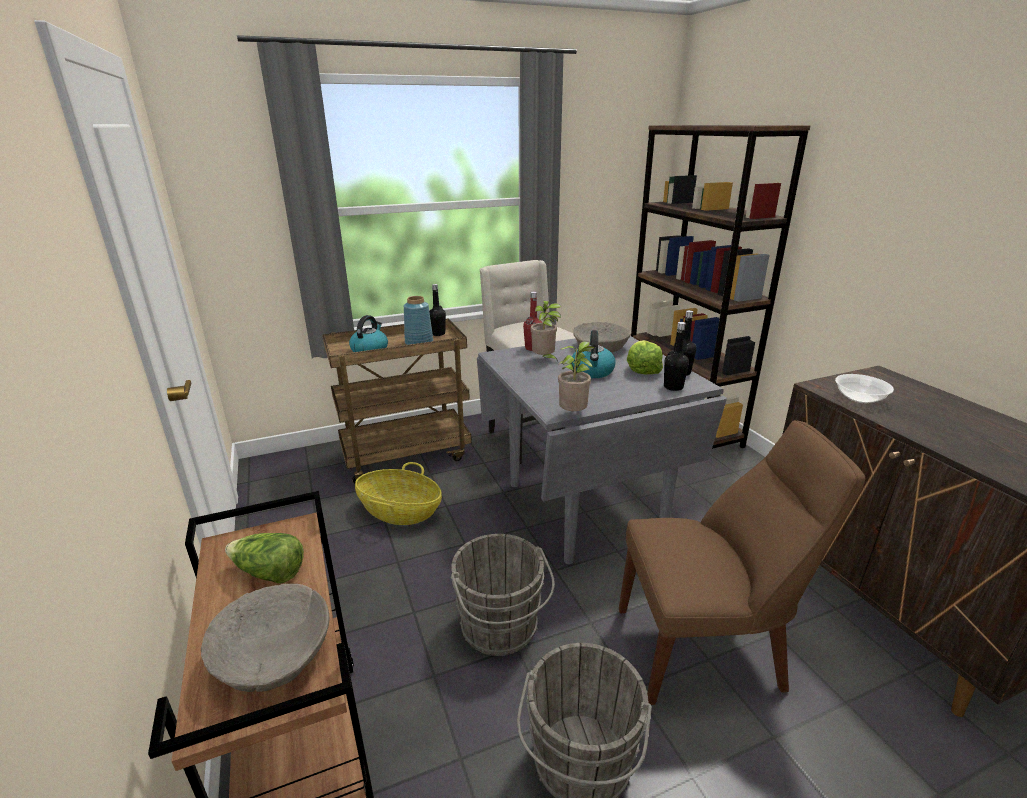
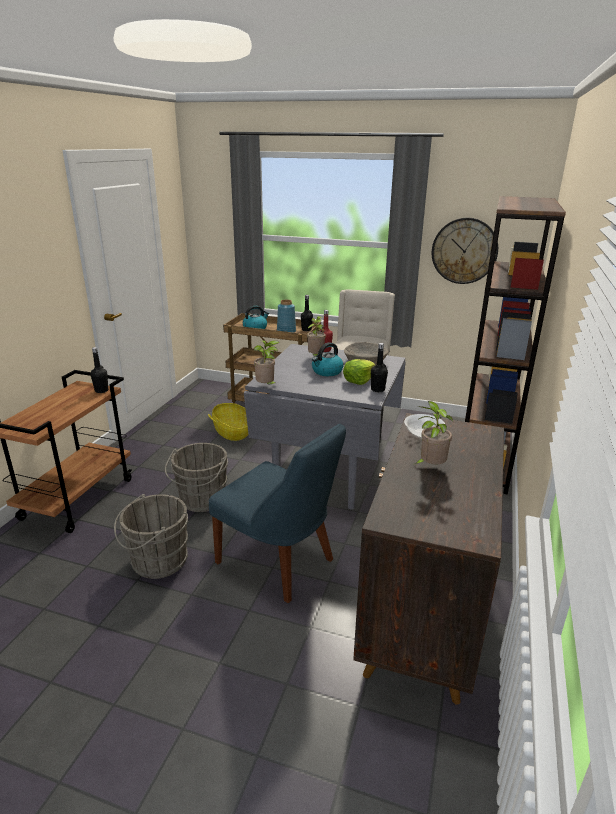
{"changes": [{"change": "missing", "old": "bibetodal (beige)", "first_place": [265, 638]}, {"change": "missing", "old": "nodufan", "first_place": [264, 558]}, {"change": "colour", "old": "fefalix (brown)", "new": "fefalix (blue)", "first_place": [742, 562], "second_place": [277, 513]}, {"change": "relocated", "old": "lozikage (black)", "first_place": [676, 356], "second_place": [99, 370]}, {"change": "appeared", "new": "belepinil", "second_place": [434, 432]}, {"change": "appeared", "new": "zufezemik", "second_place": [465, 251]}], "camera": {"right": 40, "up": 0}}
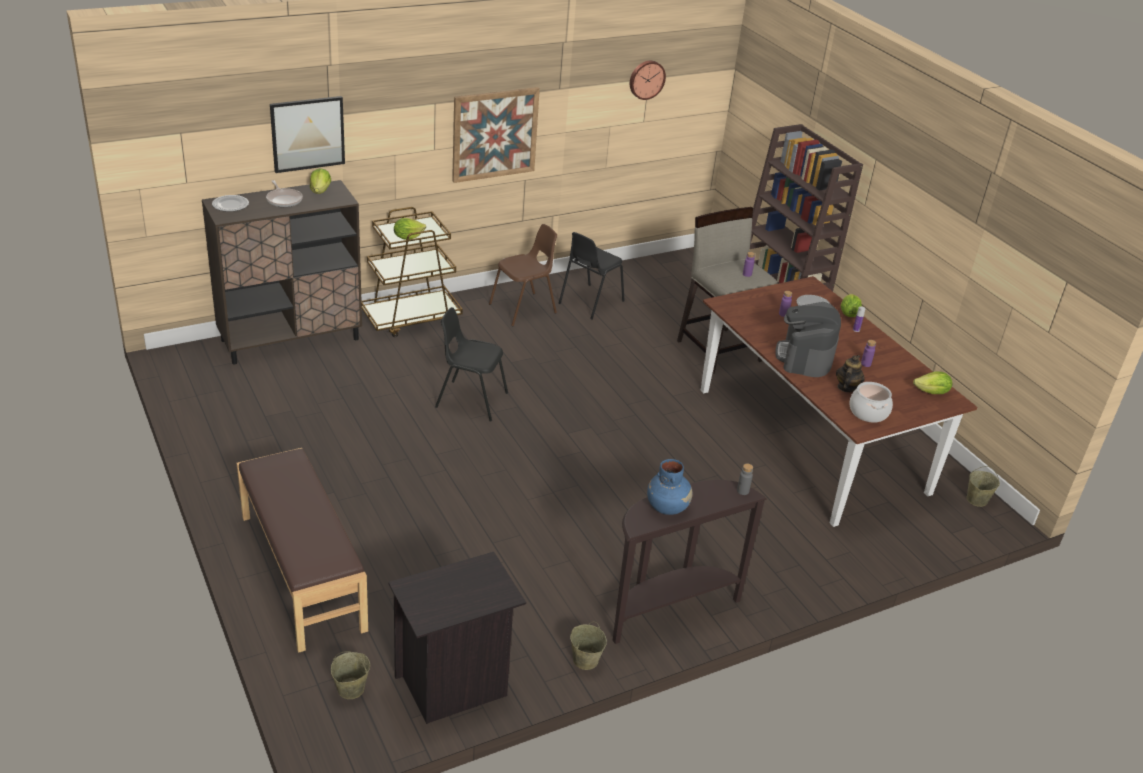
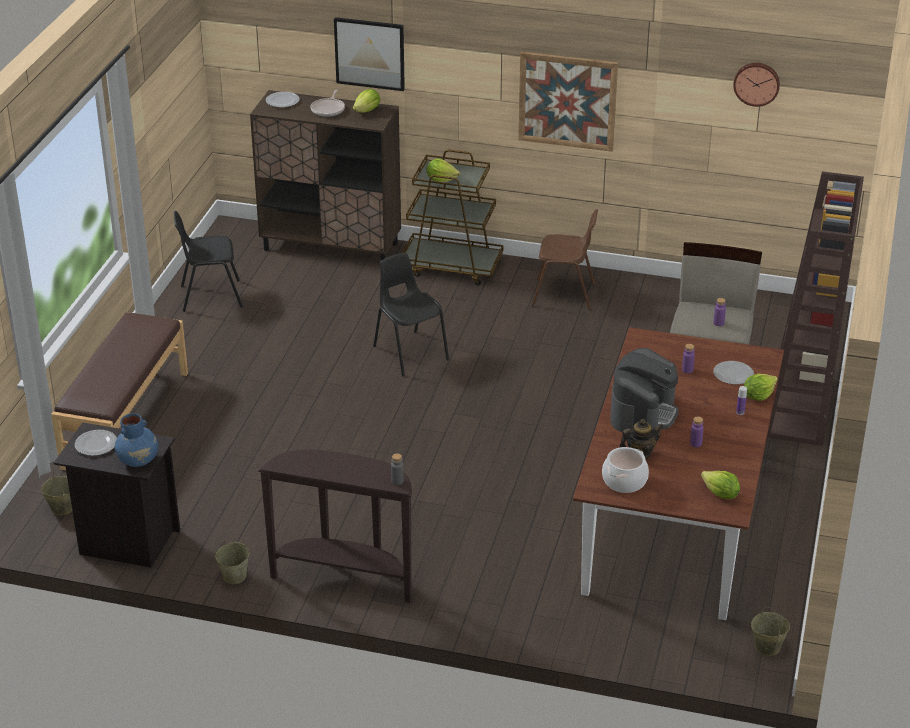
{"changes": [{"change": "relocated", "old": "fefalix (black)", "first_place": [592, 276], "second_place": [208, 261]}, {"change": "relocated", "old": "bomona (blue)", "first_place": [670, 487], "second_place": [136, 440]}, {"change": "spun", "old": "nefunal", "first_place": [808, 339], "second_place": [644, 390], "degrees": 150}, {"change": "appeared", "new": "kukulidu", "second_place": [96, 443]}], "camera": {"right": 45, "up": 0}}
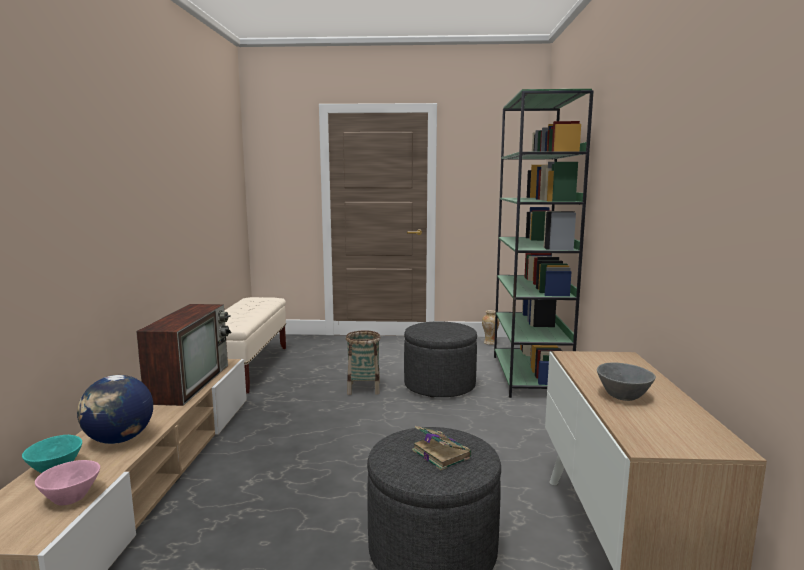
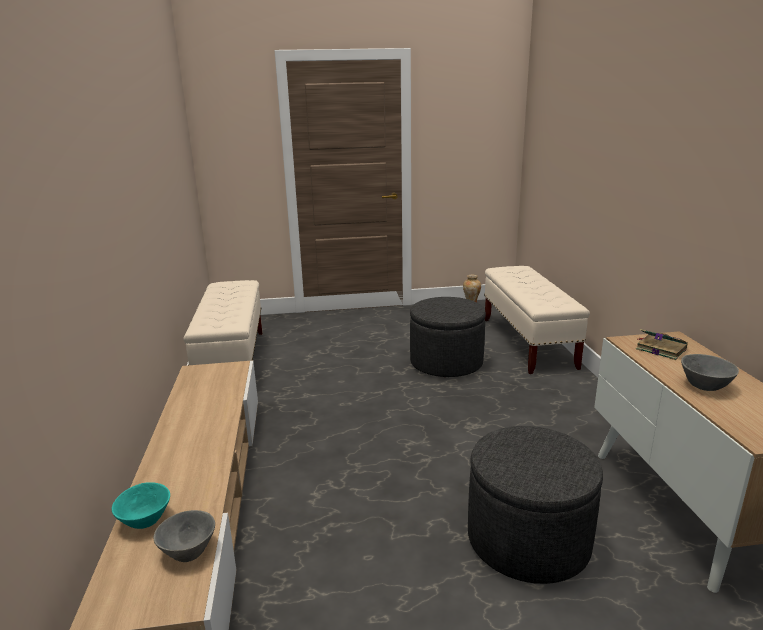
{"changes": [{"change": "colour", "old": "bibetodal (pink)", "new": "bibetodal (grey)", "first_place": [67, 483], "second_place": [184, 536]}, {"change": "missing", "old": "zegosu", "first_place": [115, 409]}, {"change": "missing", "old": "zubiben", "first_place": [183, 355]}, {"change": "missing", "old": "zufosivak", "first_place": [363, 362]}, {"change": "relocated", "old": "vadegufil", "first_place": [441, 448], "second_place": [662, 344]}, {"change": "exchanged", "old": "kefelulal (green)", "new": "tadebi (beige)", "first_place": [544, 243], "second_place": [537, 320]}], "camera": {"right": -10, "up": 10}}
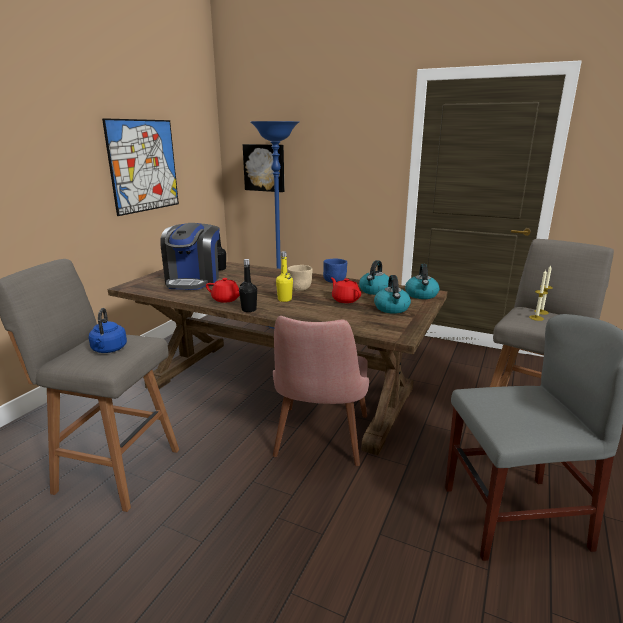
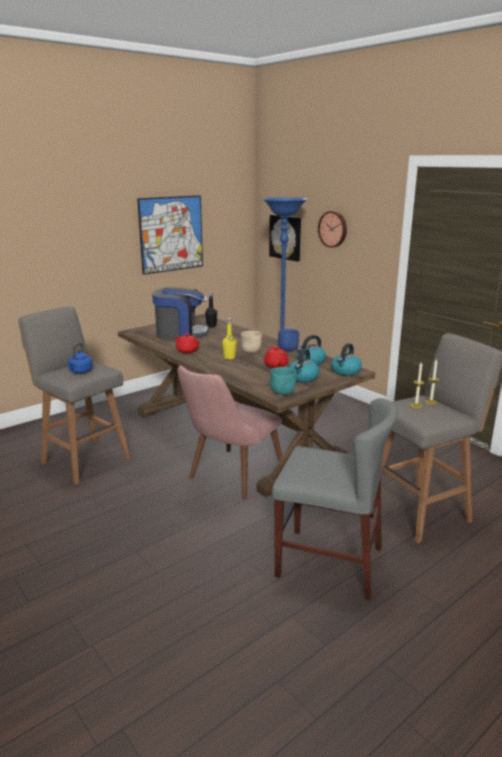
{"changes": [{"change": "spun", "old": "nefunal", "first_place": [189, 256], "second_place": [180, 313], "degrees": -120}, {"change": "missing", "old": "lozikage (black)", "first_place": [248, 285]}, {"change": "appeared", "new": "bibetodal (turquoise)", "second_place": [283, 381]}, {"change": "appeared", "new": "zufezemik", "second_place": [332, 229]}], "camera": {"right": 25, "up": 0}}
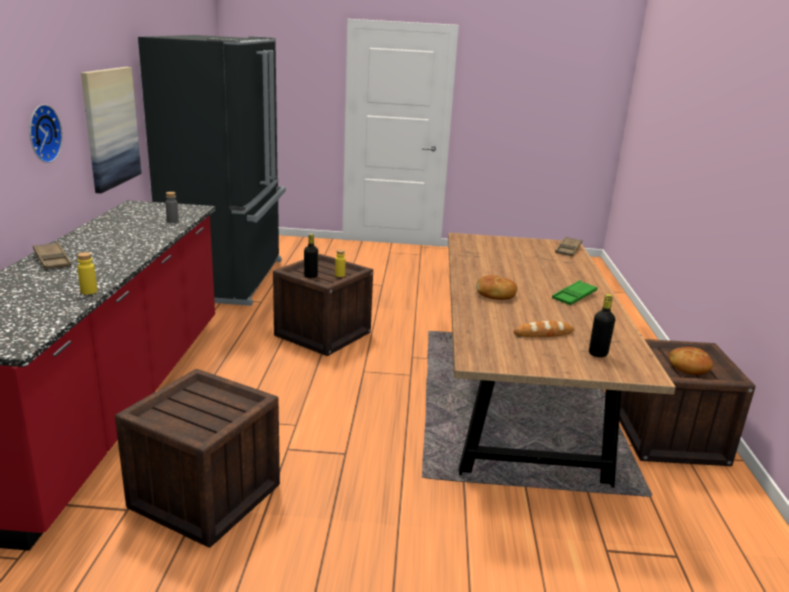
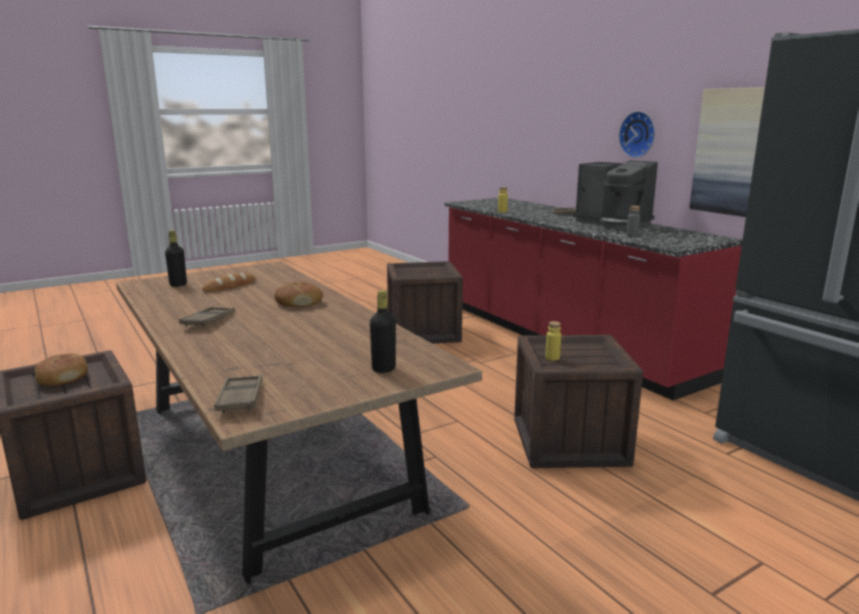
{"changes": [{"change": "relocated", "old": "lozikage (black)", "first_place": [311, 256], "second_place": [383, 331]}, {"change": "colour", "old": "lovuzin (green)", "new": "lovuzin (brown)", "first_place": [575, 292], "second_place": [207, 317]}, {"change": "appeared", "new": "nefunal", "second_place": [615, 194]}], "camera": {"right": 145, "up": -5}}
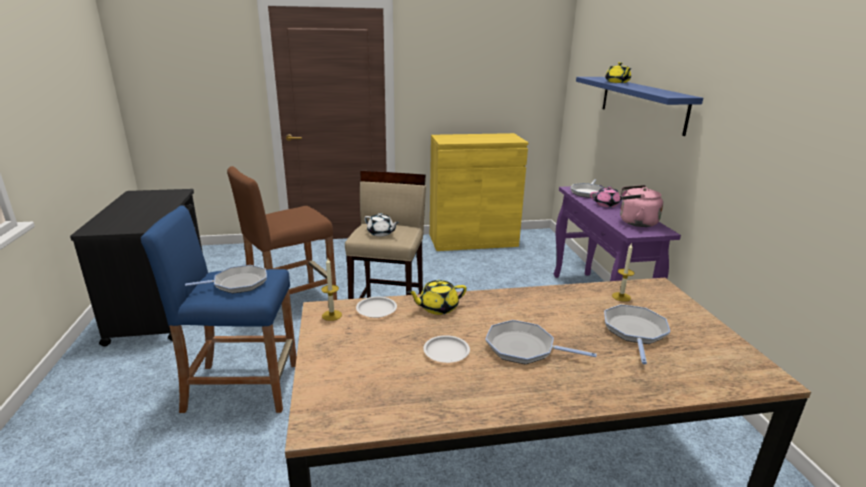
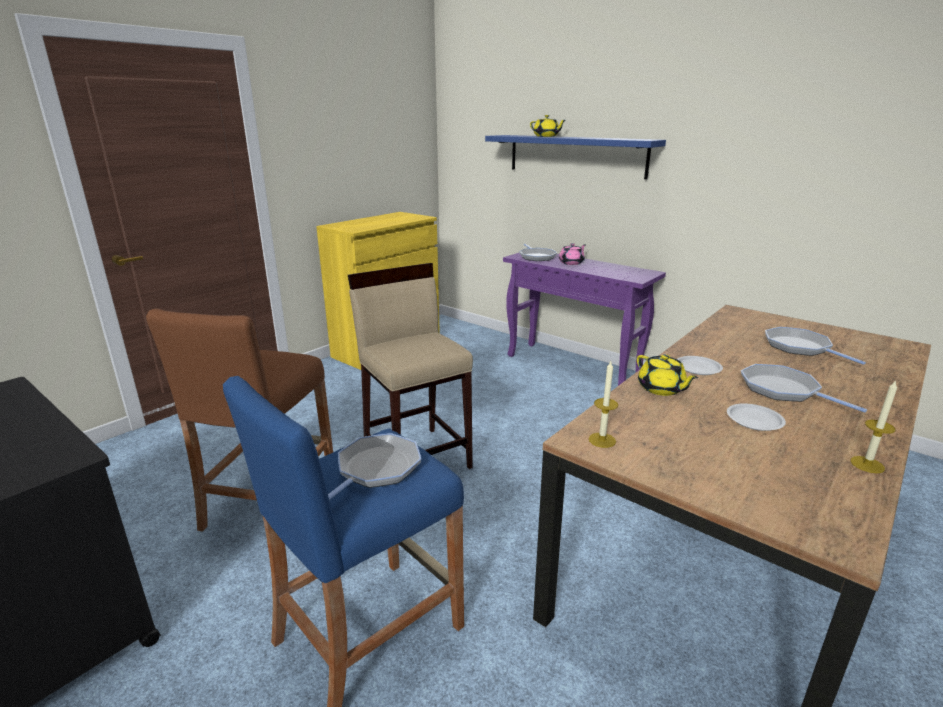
{"changes": [{"change": "relocated", "old": "kukulidu (white)", "first_place": [376, 307], "second_place": [700, 365]}, {"change": "missing", "old": "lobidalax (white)", "first_place": [381, 225]}, {"change": "spun", "old": "lobidalax (yellow)", "first_place": [437, 297], "second_place": [667, 375], "degrees": -60}, {"change": "spun", "old": "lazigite", "first_place": [541, 342], "second_place": [804, 388], "degrees": 75}, {"change": "relocated", "old": "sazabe", "first_place": [623, 273], "second_place": [873, 426]}, {"change": "missing", "old": "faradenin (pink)", "first_place": [641, 206]}], "camera": {"right": -40, "up": 0}}
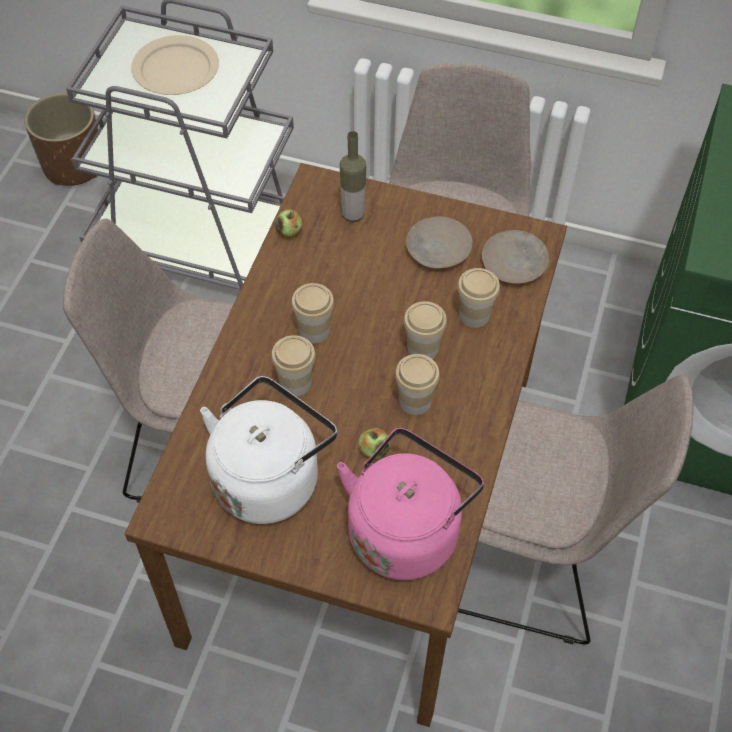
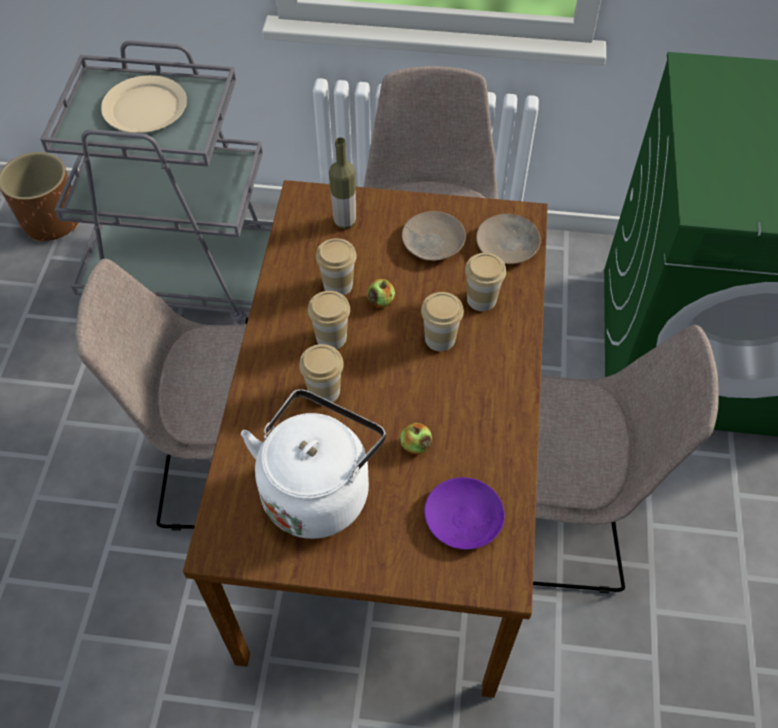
{"changes": [{"change": "relocated", "old": "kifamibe", "first_place": [288, 224], "second_place": [381, 293]}, {"change": "exchanged", "old": "faradenin (pink)", "new": "kukulidu (purple)", "first_place": [410, 504], "second_place": [464, 513]}, {"change": "relocated", "old": "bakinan", "first_place": [417, 384], "second_place": [336, 266]}], "camera": {"right": -10, "up": 0}}
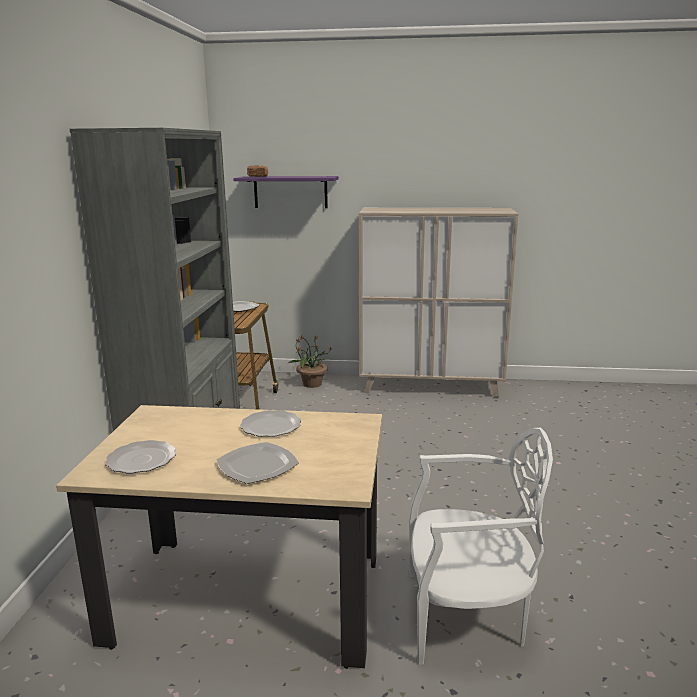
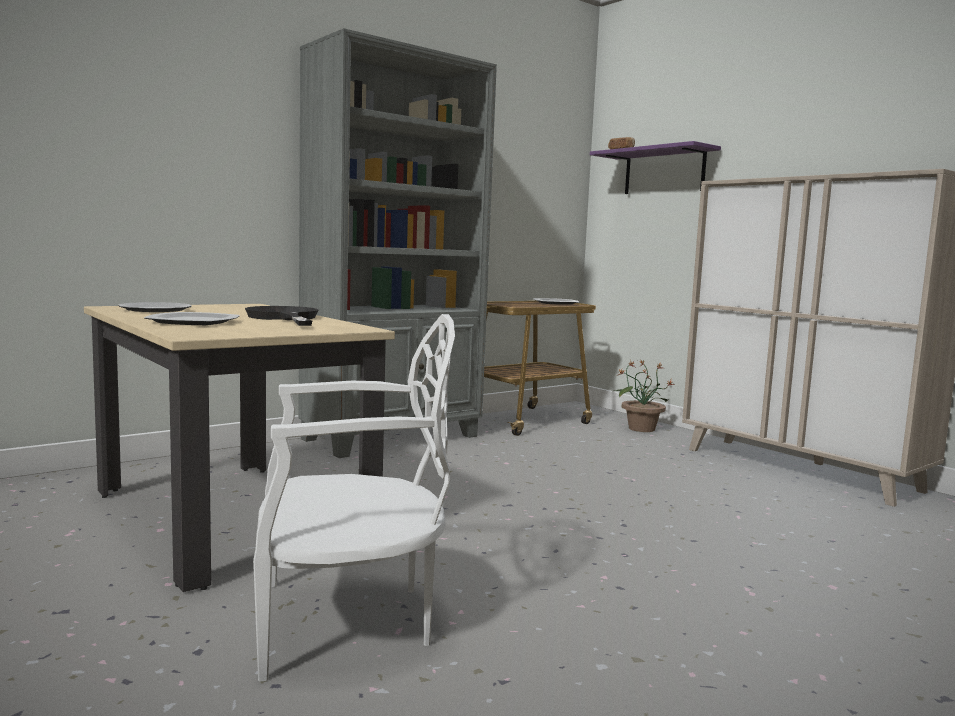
{"changes": [{"change": "exchanged", "old": "kukulidu", "new": "lazigite (black)", "first_place": [270, 423], "second_place": [281, 316]}, {"change": "spun", "old": "fefalix (white)", "first_place": [481, 546], "second_place": [354, 497], "degrees": -60}], "camera": {"right": 45, "up": -10}}
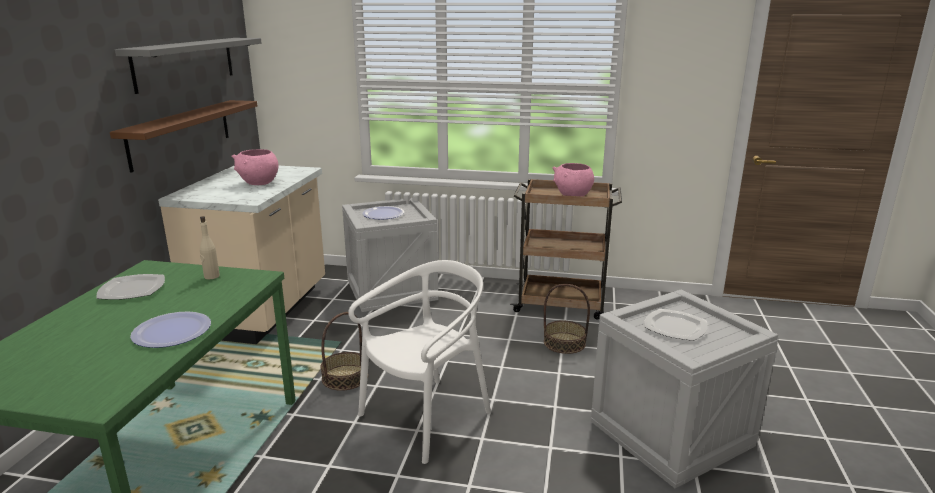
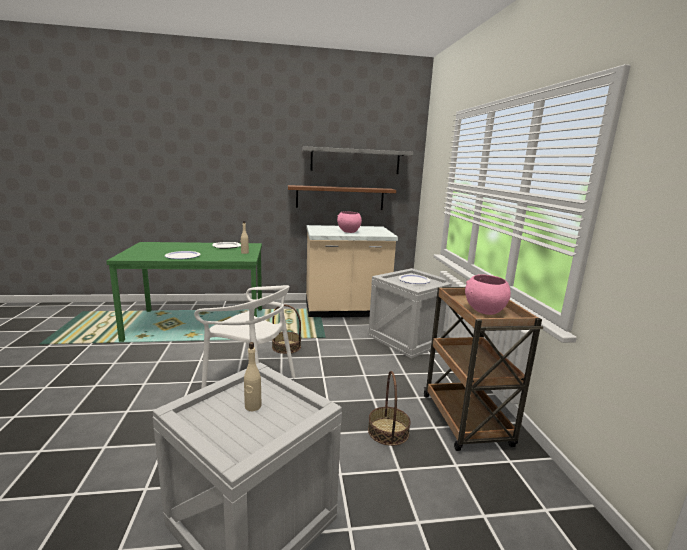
{"changes": [{"change": "exchanged", "old": "kukulidu", "new": "lozikage (beige)", "first_place": [676, 325], "second_place": [253, 376]}], "camera": {"right": 70, "up": -5}}
